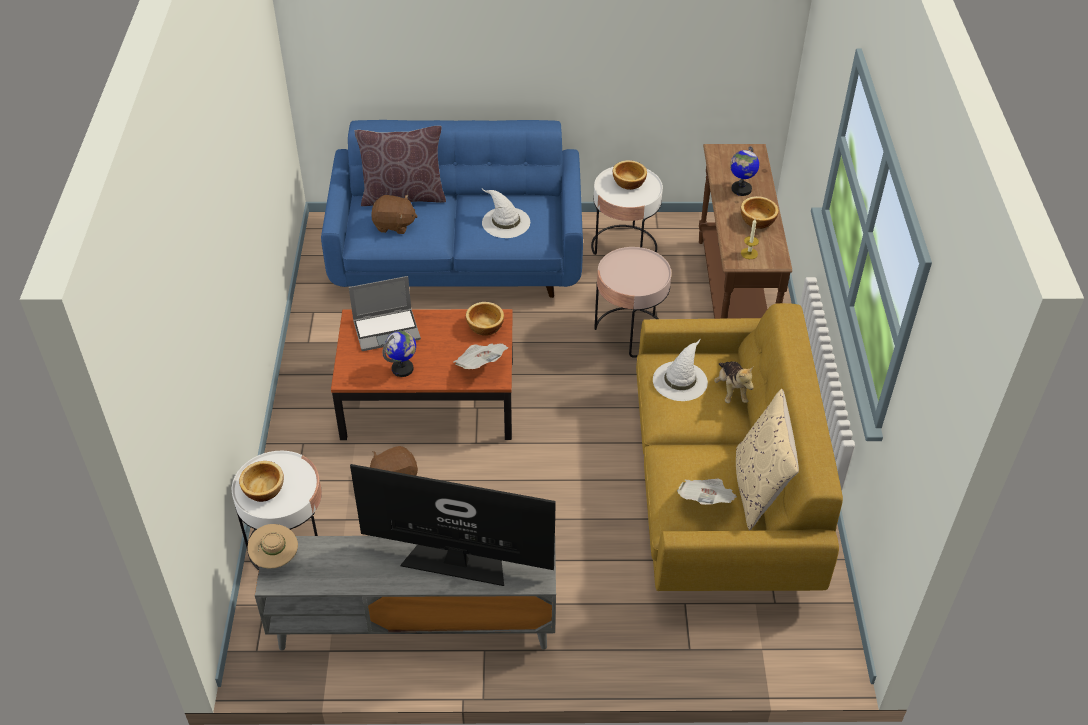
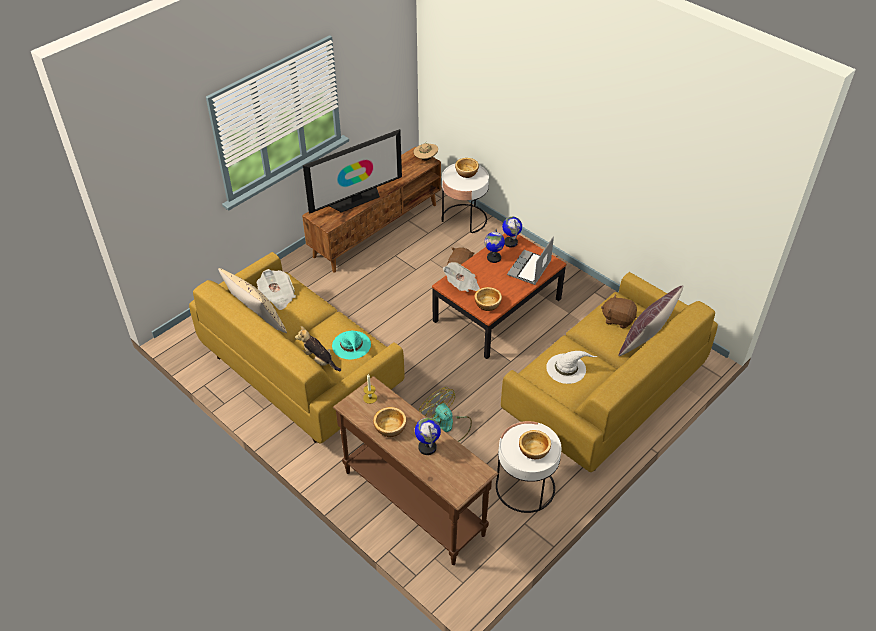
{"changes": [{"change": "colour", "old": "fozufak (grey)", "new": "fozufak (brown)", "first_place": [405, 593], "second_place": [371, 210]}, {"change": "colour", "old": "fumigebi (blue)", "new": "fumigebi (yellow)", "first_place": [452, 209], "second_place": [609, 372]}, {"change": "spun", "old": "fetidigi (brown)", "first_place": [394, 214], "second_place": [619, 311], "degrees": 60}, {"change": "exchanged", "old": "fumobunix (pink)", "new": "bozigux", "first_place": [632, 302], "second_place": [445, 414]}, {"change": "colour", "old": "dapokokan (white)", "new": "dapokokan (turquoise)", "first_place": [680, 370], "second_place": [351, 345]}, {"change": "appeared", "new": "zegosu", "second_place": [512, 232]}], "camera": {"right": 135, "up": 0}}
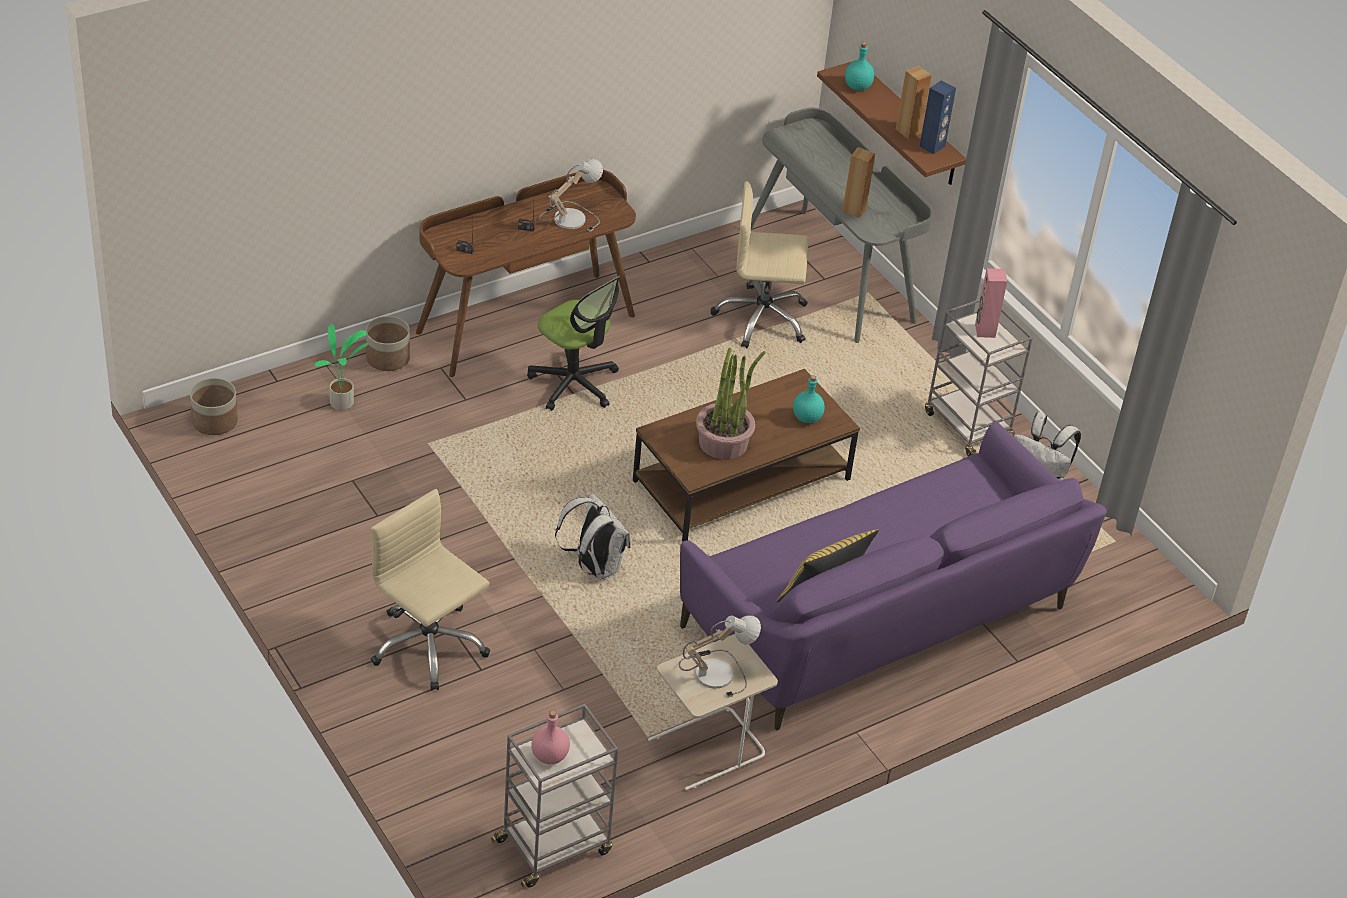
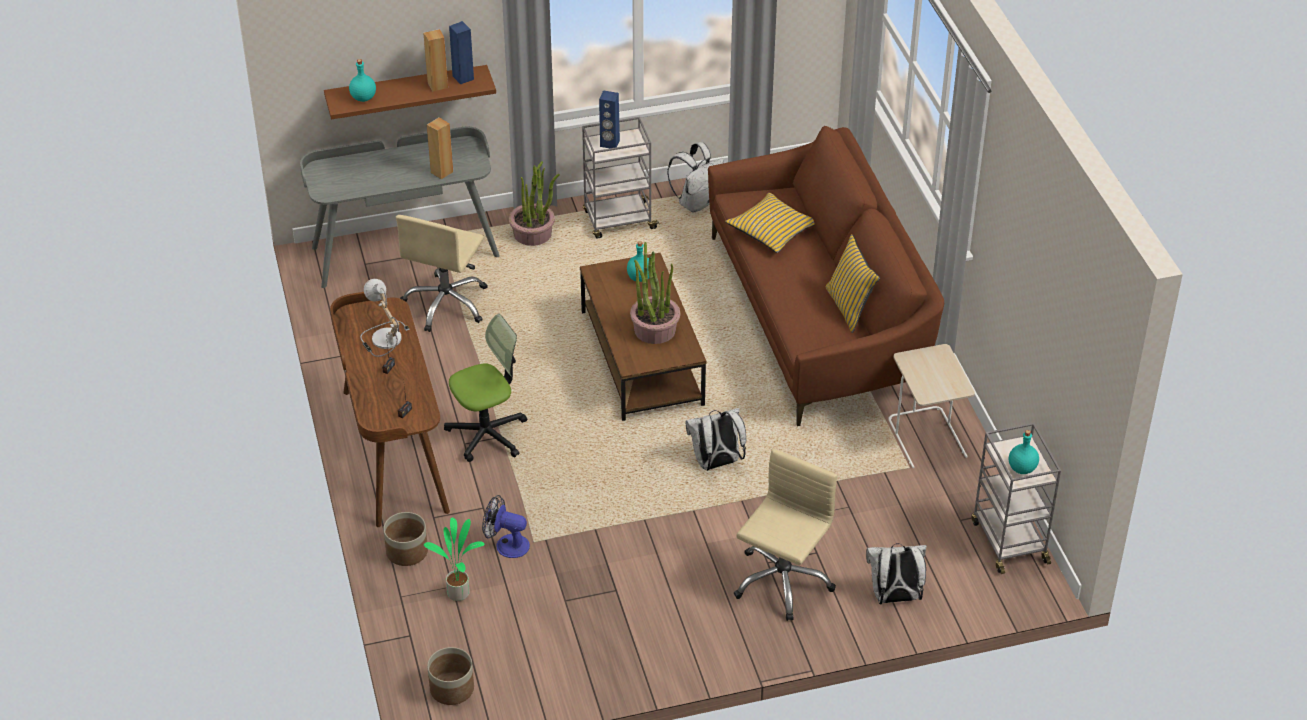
{"changes": [{"change": "spun", "old": "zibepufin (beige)", "first_place": [430, 590], "second_place": [785, 534], "degrees": 150}, {"change": "colour", "old": "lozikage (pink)", "new": "lozikage (turquoise)", "first_place": [550, 737], "second_place": [1024, 452]}, {"change": "missing", "old": "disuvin", "first_place": [720, 656]}, {"change": "colour", "old": "fumigebi (purple)", "new": "fumigebi (brown)", "first_place": [893, 576], "second_place": [826, 276]}, {"change": "colour", "old": "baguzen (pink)", "new": "baguzen (blue)", "first_place": [991, 303], "second_place": [609, 119]}, {"change": "appeared", "new": "bozigux", "second_place": [506, 526]}, {"change": "appeared", "new": "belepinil", "second_place": [534, 203]}, {"change": "appeared", "new": "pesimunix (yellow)", "second_place": [770, 223]}, {"change": "appeared", "new": "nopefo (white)", "second_place": [896, 574]}], "camera": {"right": -70, "up": 0}}
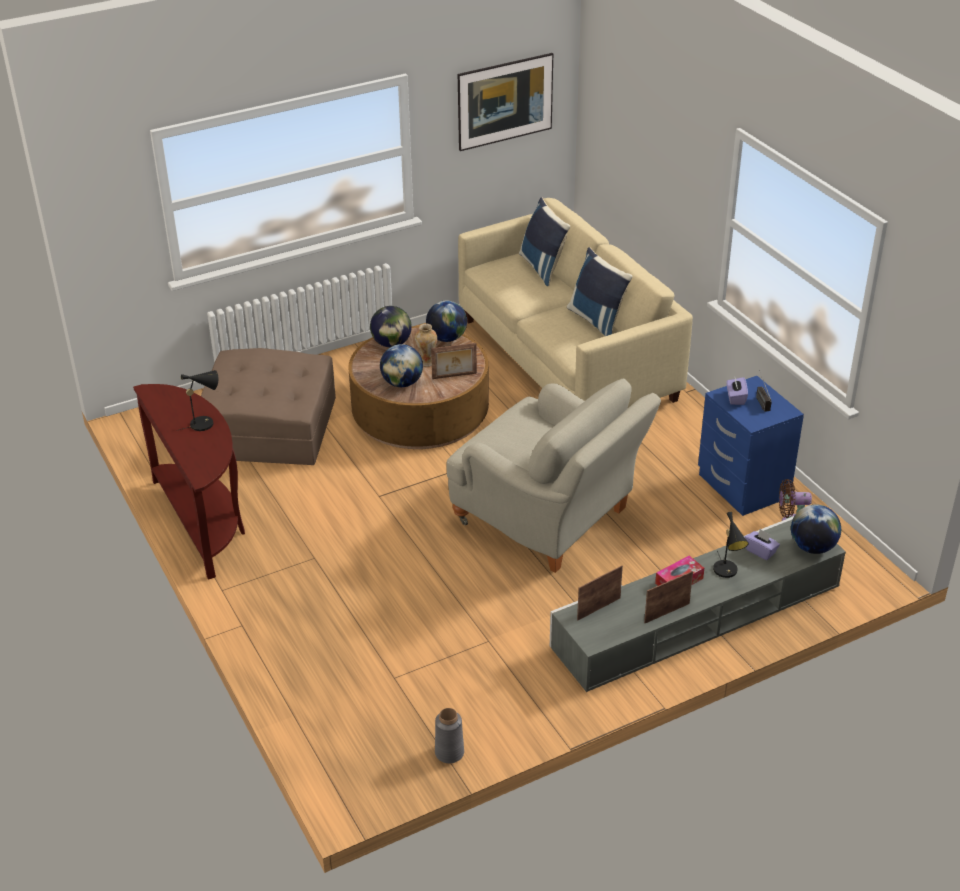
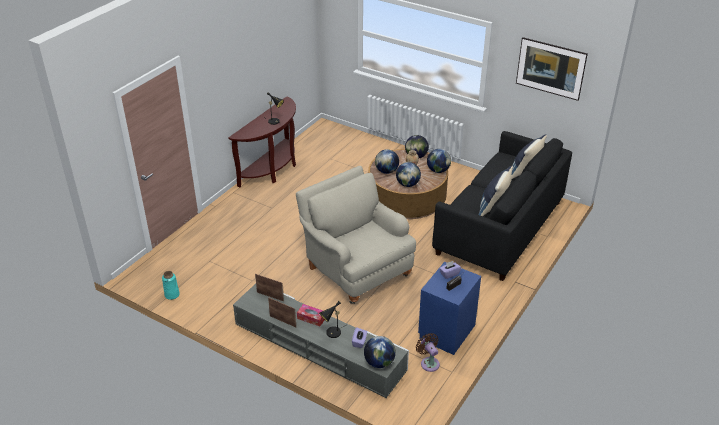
{"changes": [{"change": "missing", "old": "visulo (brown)", "first_place": [268, 406]}, {"change": "exchanged", "old": "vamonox", "new": "zegosu", "first_place": [454, 361], "second_place": [408, 174]}, {"change": "colour", "old": "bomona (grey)", "new": "bomona (turquoise)", "first_place": [449, 735], "second_place": [171, 285]}, {"change": "spun", "old": "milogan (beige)", "first_place": [553, 476], "second_place": [356, 235], "degrees": 135}, {"change": "colour", "old": "fumigebi (beige)", "new": "fumigebi (black)", "first_place": [575, 303], "second_place": [502, 206]}], "camera": {"right": 60, "up": 0}}
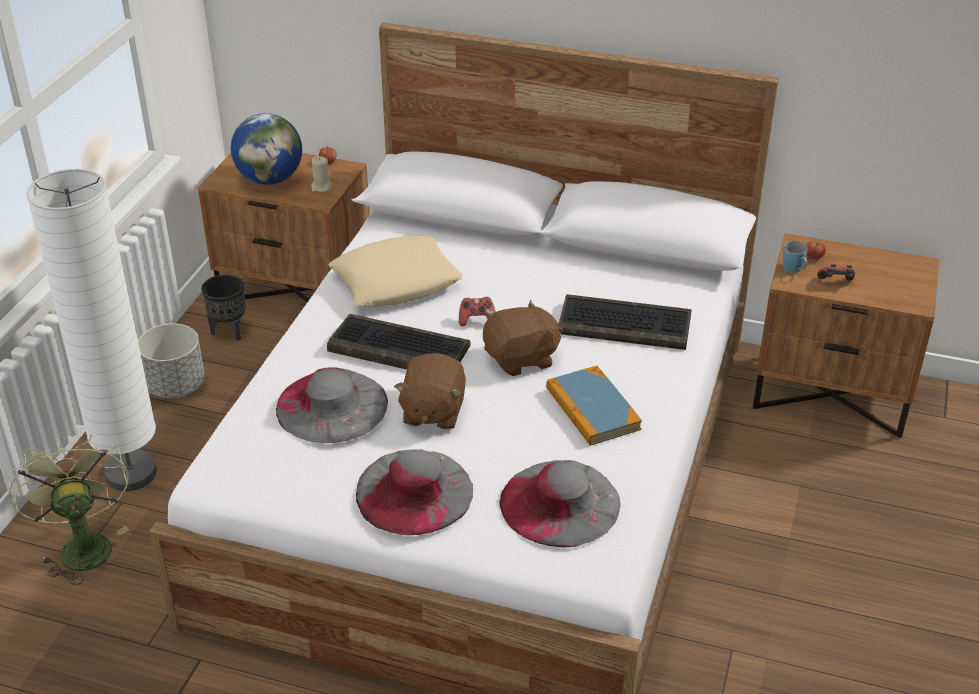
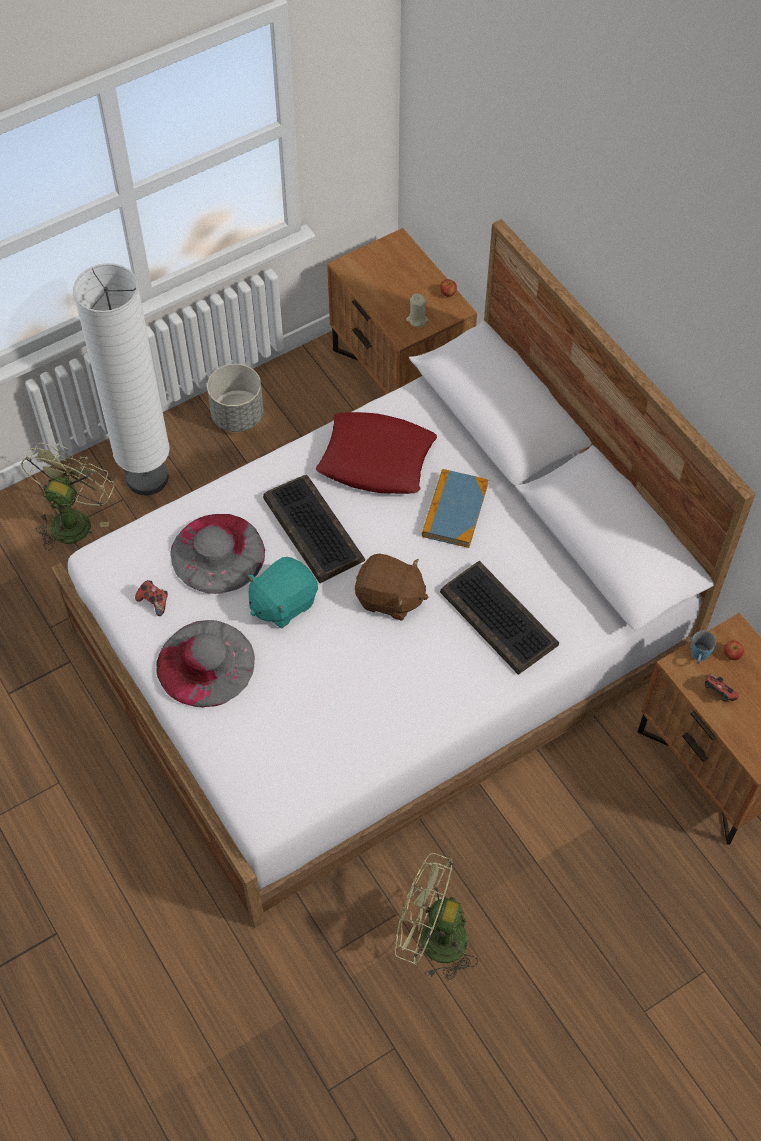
{"changes": [{"change": "missing", "old": "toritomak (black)", "first_place": [223, 307]}, {"change": "missing", "old": "zegosu", "first_place": [266, 149]}, {"change": "colour", "old": "pesimunix (beige)", "new": "pesimunix (red)", "first_place": [396, 271], "second_place": [376, 453]}, {"change": "colour", "old": "fetidigi (brown)", "new": "fetidigi (turquoise)", "first_place": [430, 391], "second_place": [282, 592]}, {"change": "relocated", "old": "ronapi", "first_place": [477, 311], "second_place": [151, 598]}, {"change": "missing", "old": "dapokokan (grey)", "first_place": [560, 503]}, {"change": "relocated", "old": "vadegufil", "first_place": [594, 406], "second_place": [455, 508]}, {"change": "appeared", "new": "bozigux (green)", "second_place": [436, 916]}], "camera": {"right": 40, "up": 20}}
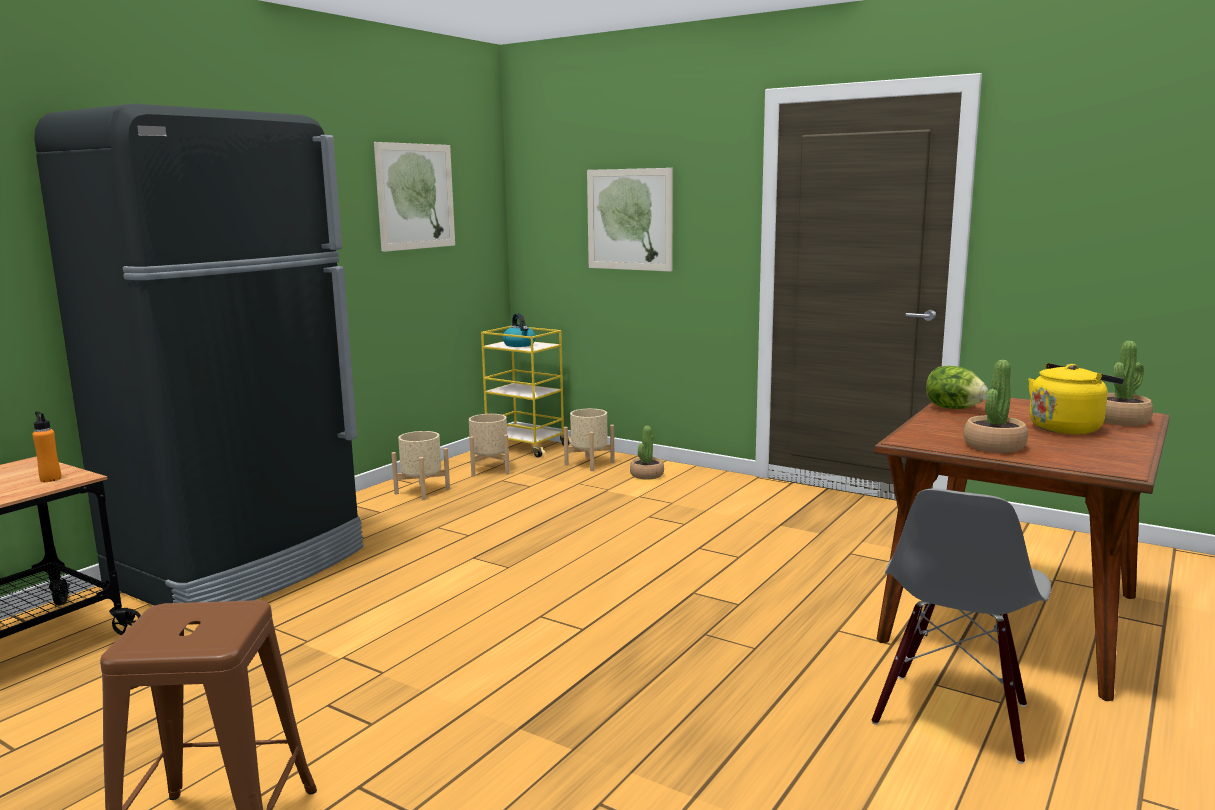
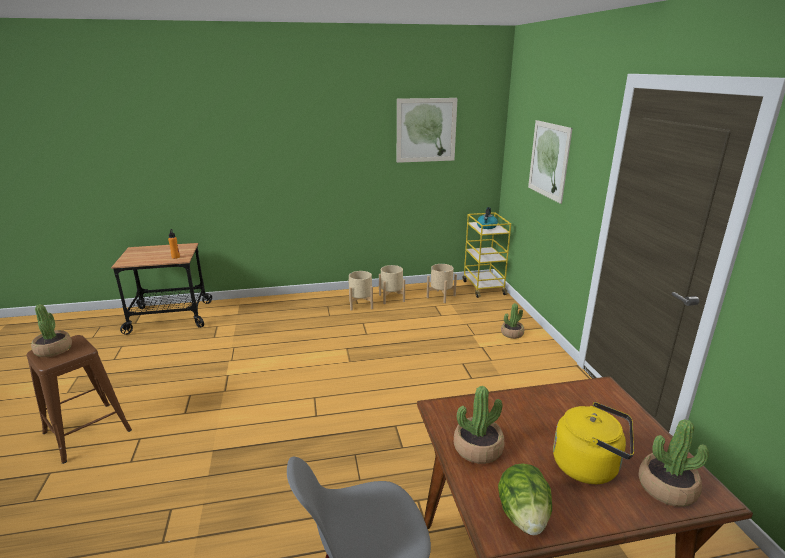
{"changes": [{"change": "missing", "old": "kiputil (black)", "first_place": [198, 355]}, {"change": "relocated", "old": "toritomak (beige)", "first_place": [589, 440], "second_place": [361, 291]}, {"change": "relocated", "old": "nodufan", "first_place": [957, 387], "second_place": [525, 499]}, {"change": "appeared", "new": "belepinil", "second_place": [51, 330]}], "camera": {"right": 45, "up": 10}}
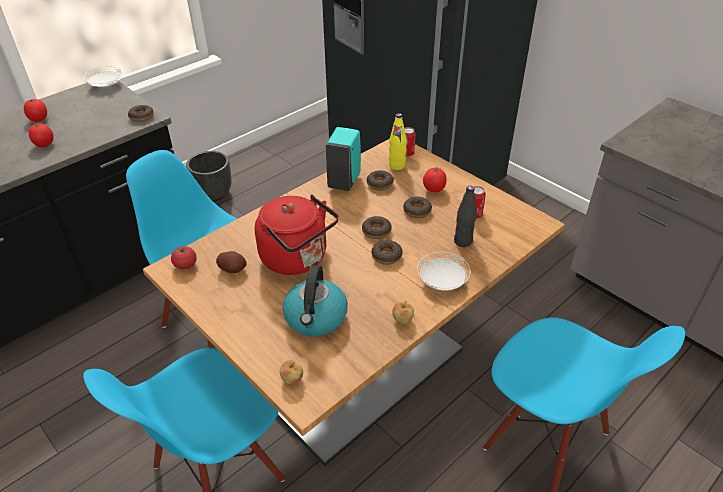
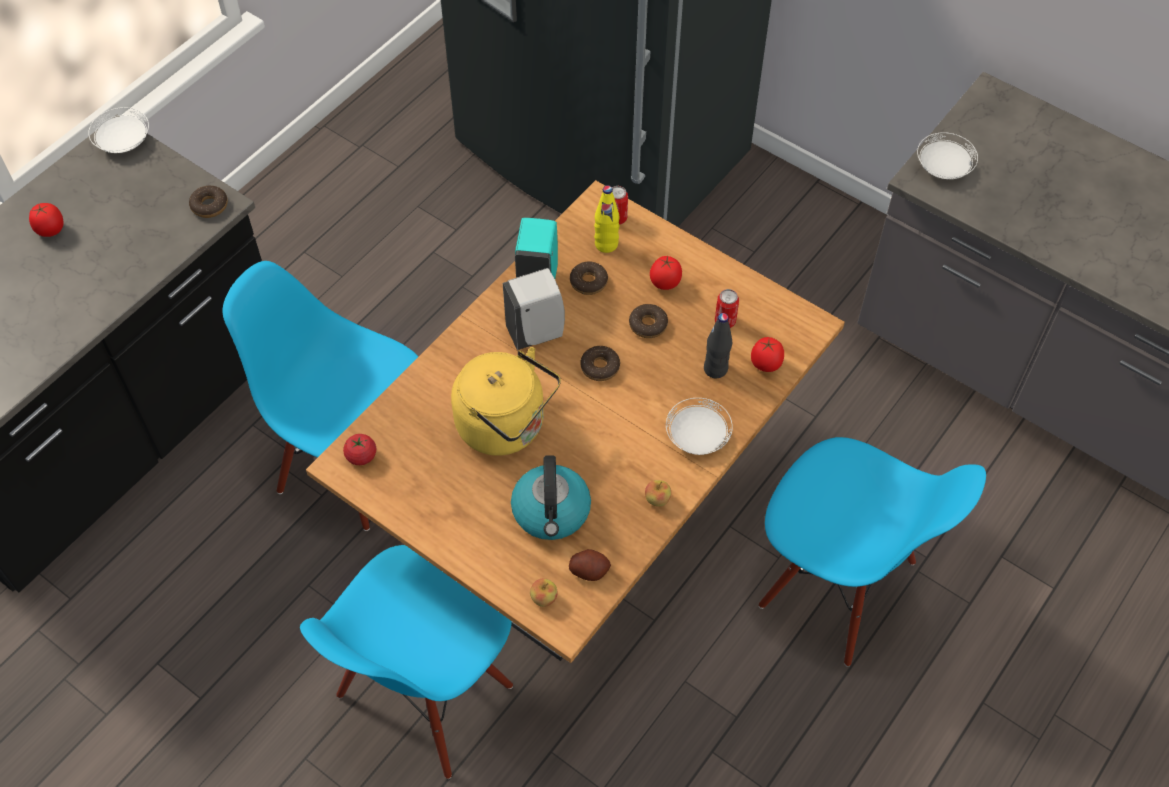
{"changes": [{"change": "relocated", "old": "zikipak", "first_place": [41, 135], "second_place": [767, 354]}, {"change": "missing", "old": "toritomak (black)", "first_place": [209, 176]}, {"change": "relocated", "old": "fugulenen", "first_place": [231, 262], "second_place": [590, 565]}, {"change": "colour", "old": "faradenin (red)", "new": "faradenin (yellow)", "first_place": [297, 234], "second_place": [506, 401]}, {"change": "missing", "old": "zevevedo", "first_place": [387, 252]}, {"change": "appeared", "new": "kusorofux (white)", "second_place": [534, 309]}, {"change": "appeared", "new": "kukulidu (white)", "second_place": [947, 155]}], "camera": {"right": -10, "up": 15}}
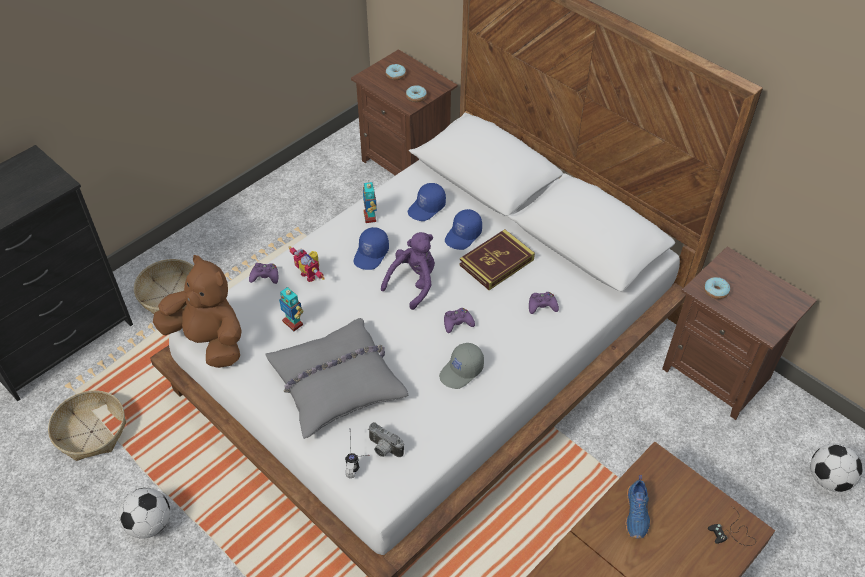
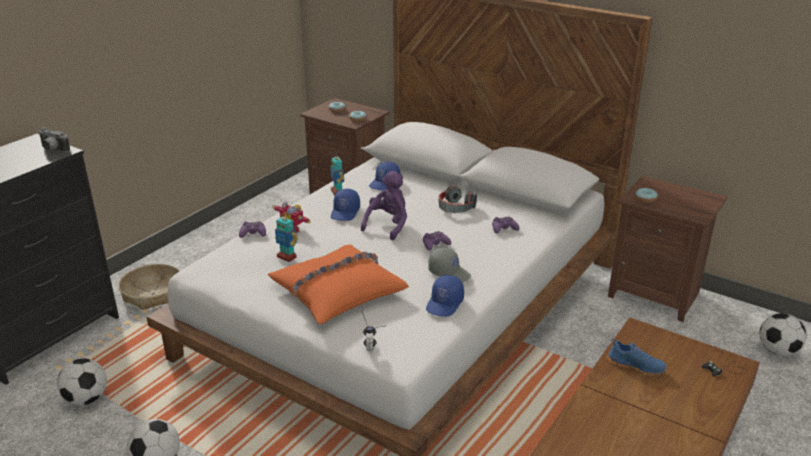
{"changes": [{"change": "exchanged", "old": "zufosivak", "new": "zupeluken", "first_place": [87, 425], "second_place": [82, 382]}, {"change": "missing", "old": "fetidigi (brown)", "first_place": [197, 311]}, {"change": "colour", "old": "pesimunix (grey)", "new": "pesimunix (orange)", "first_place": [337, 378], "second_place": [338, 284]}, {"change": "relocated", "old": "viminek", "first_place": [386, 439], "second_place": [54, 139]}, {"change": "spun", "old": "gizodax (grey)", "first_place": [461, 366], "second_place": [449, 264], "degrees": -90}, {"change": "relocated", "old": "gizodax (blue)", "first_place": [463, 229], "second_place": [445, 296]}, {"change": "exchanged", "old": "vadegufil", "new": "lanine", "first_place": [497, 259], "second_place": [458, 199]}, {"change": "spun", "old": "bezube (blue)", "first_place": [637, 507], "second_place": [637, 357], "degrees": -60}], "camera": {"right": -10, "up": -20}}
